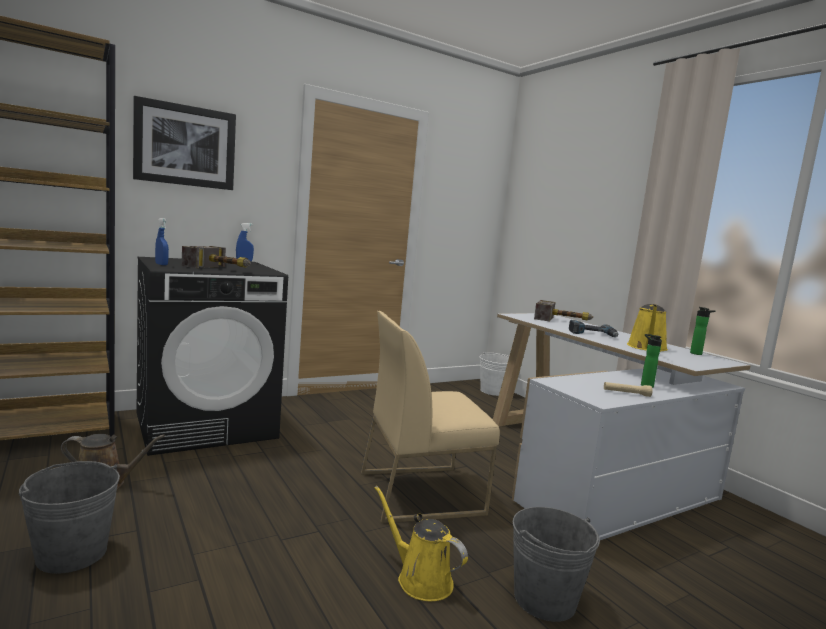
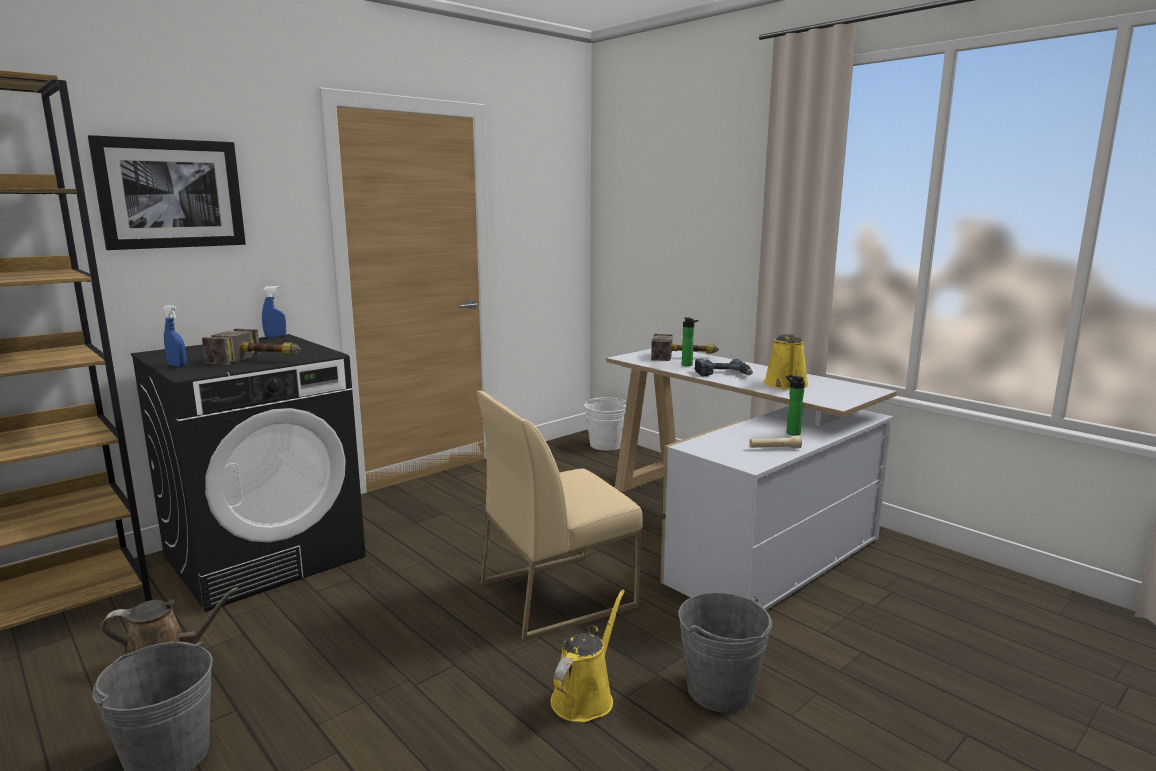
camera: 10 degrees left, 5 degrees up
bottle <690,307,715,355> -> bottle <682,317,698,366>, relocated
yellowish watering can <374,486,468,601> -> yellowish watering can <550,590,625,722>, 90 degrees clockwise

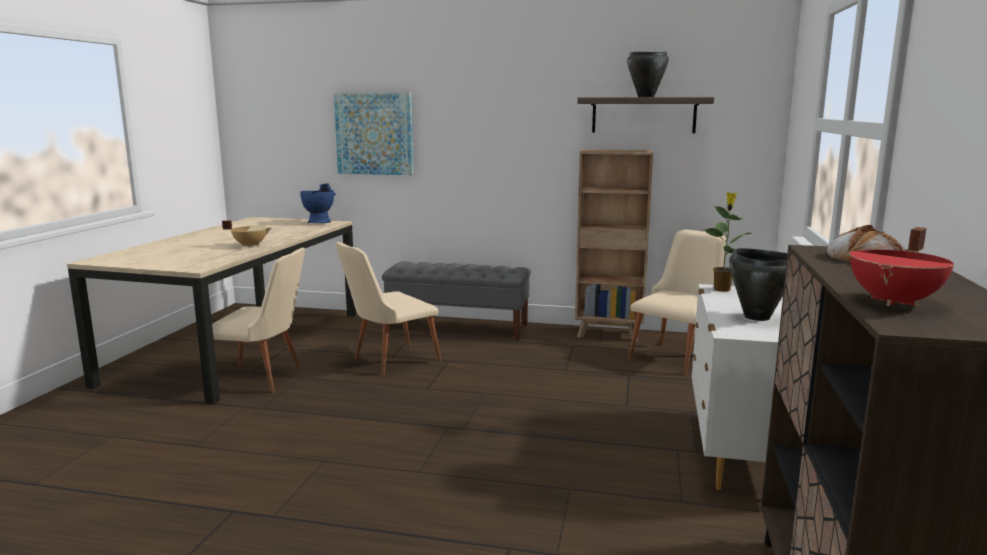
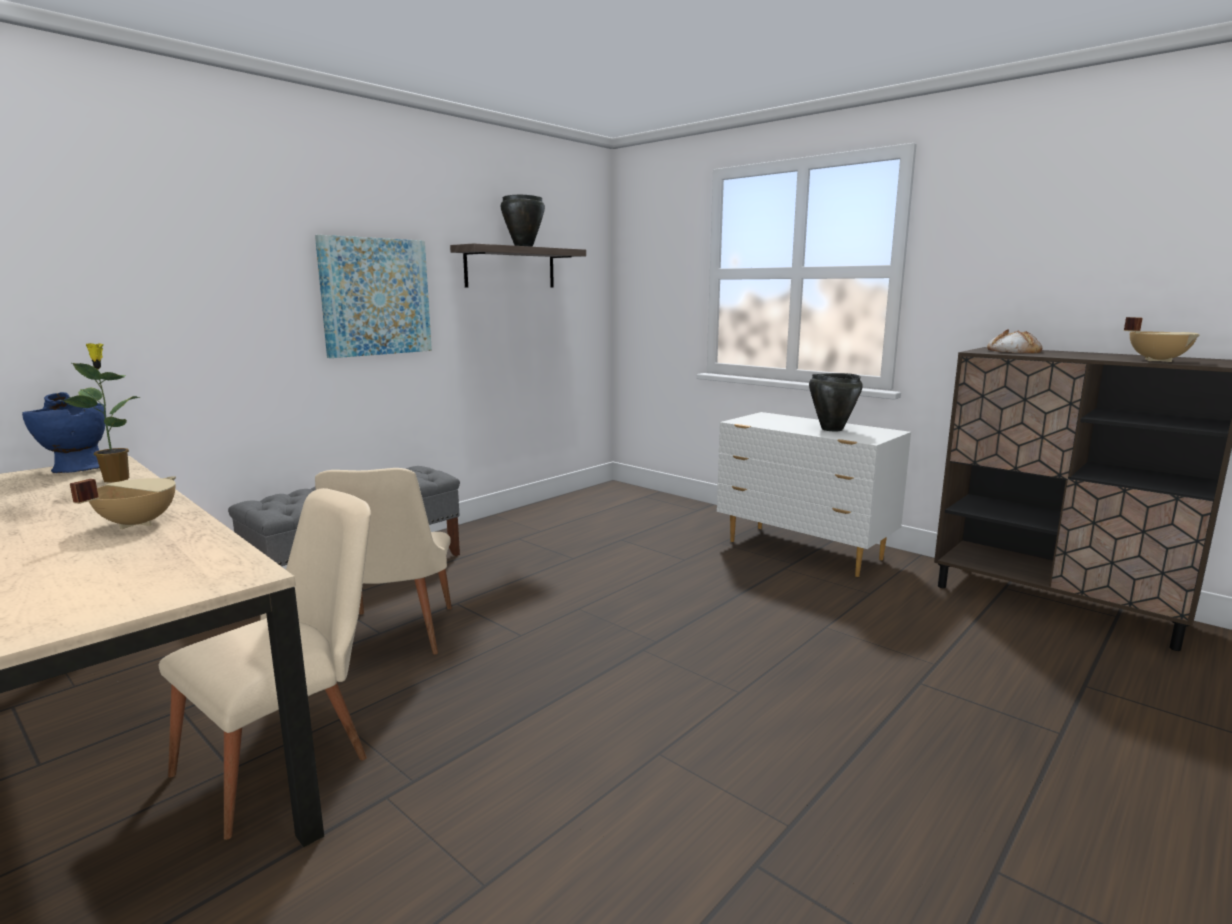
camera: 60 degrees left, 0 degrees up
brownish bookcase <575,149,653,342> -> none
sand-coloured upright chair <628,230,726,375> -> none
picture <334,93,413,175> -> picture <315,235,432,358>, relocated
houseplant <701,192,753,292> -> houseplant <62,343,140,482>, relocated
red-coloured stockpot <850,227,954,306> -> sand-coloured stockpot <1124,317,1200,362>

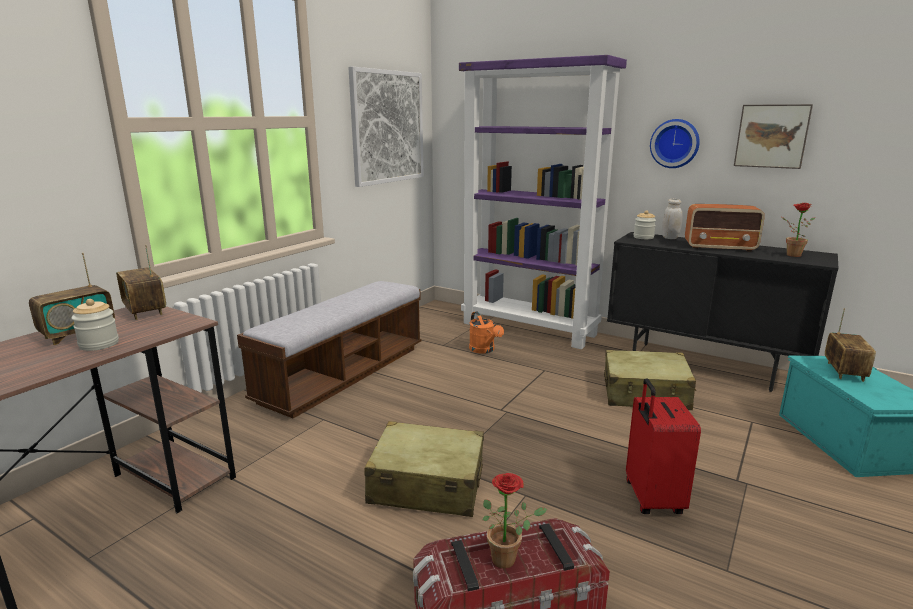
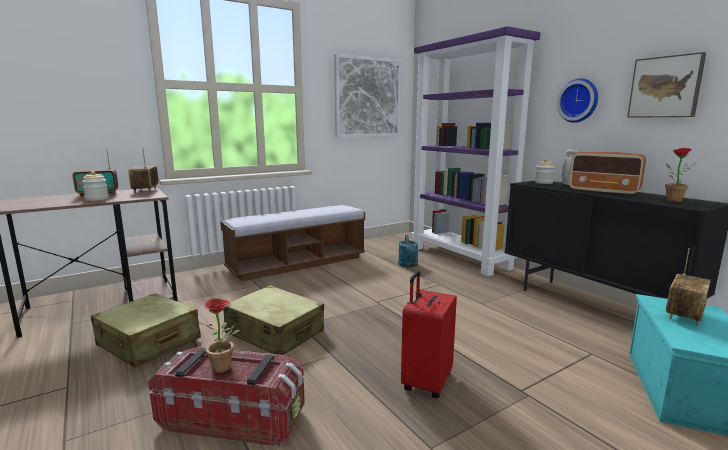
camera: 25 degrees right, 5 degrees down
sand-coloured piece of luggage <604,350,696,410> -> sand-coloured piece of luggage <91,293,201,368>, relocated
orange watering can <469,311,504,354> -> turquoise watering can <398,235,418,267>

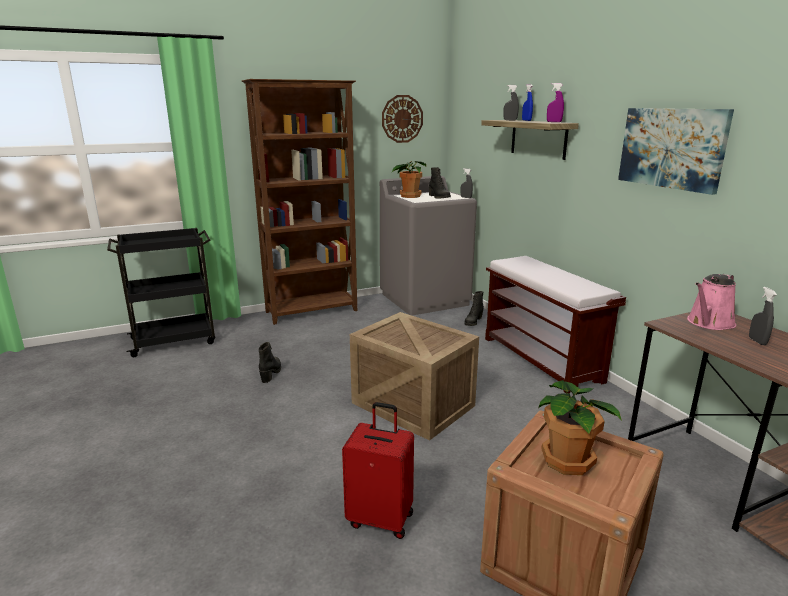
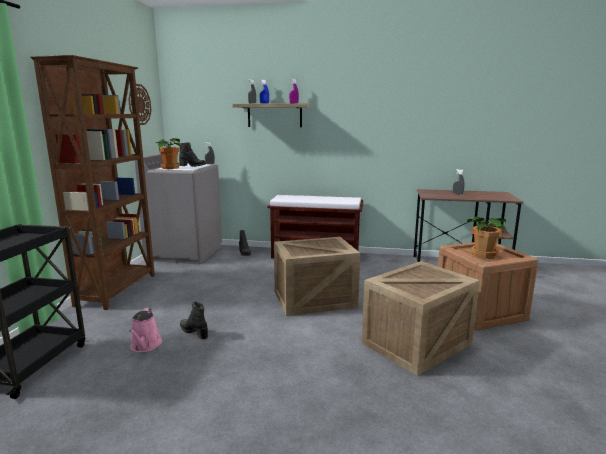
camera: 55 degrees left, 5 degrees down
picture <618,108,734,195> -> none
pink watering can <687,274,736,330> -> pink watering can <129,307,162,352>, relocated
red-coloured piece of luggage <342,402,414,539> -> shipping crate <362,261,480,376>

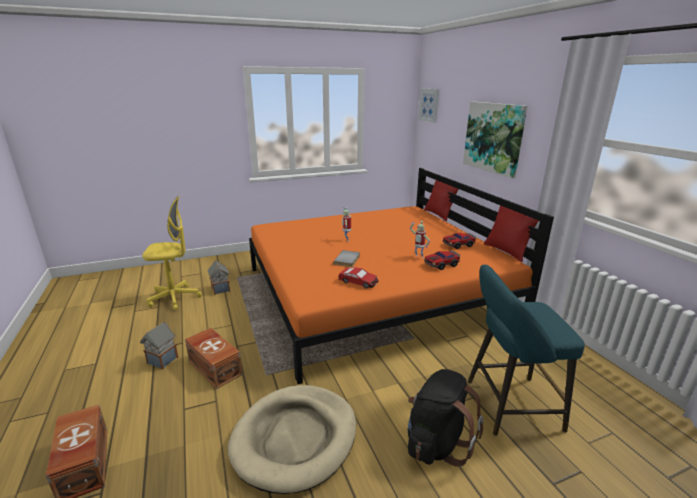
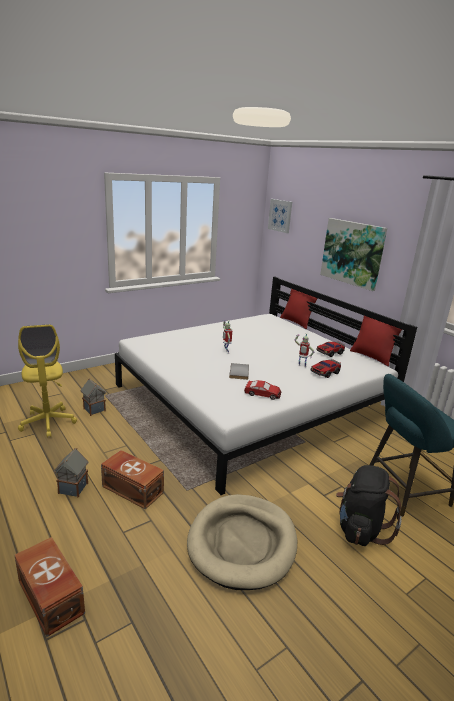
camera: 15 degrees left, 0 degrees up
orange bedroom bed <249,168,554,384> -> white-coloured bedroom bed <115,277,417,495>
yellowish desk chair <142,196,202,311> -> yellowish desk chair <18,324,77,438>, 90 degrees clockwise

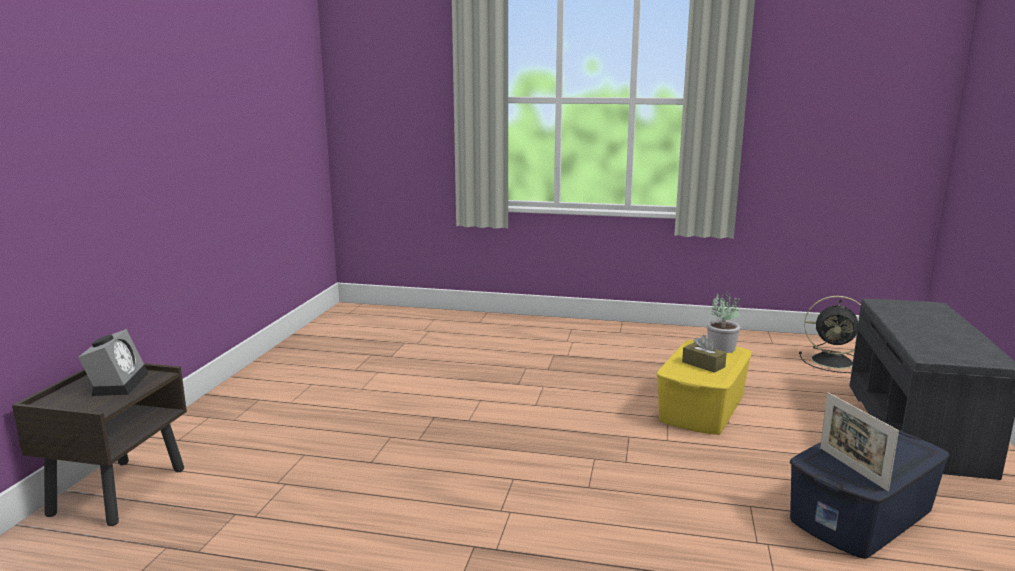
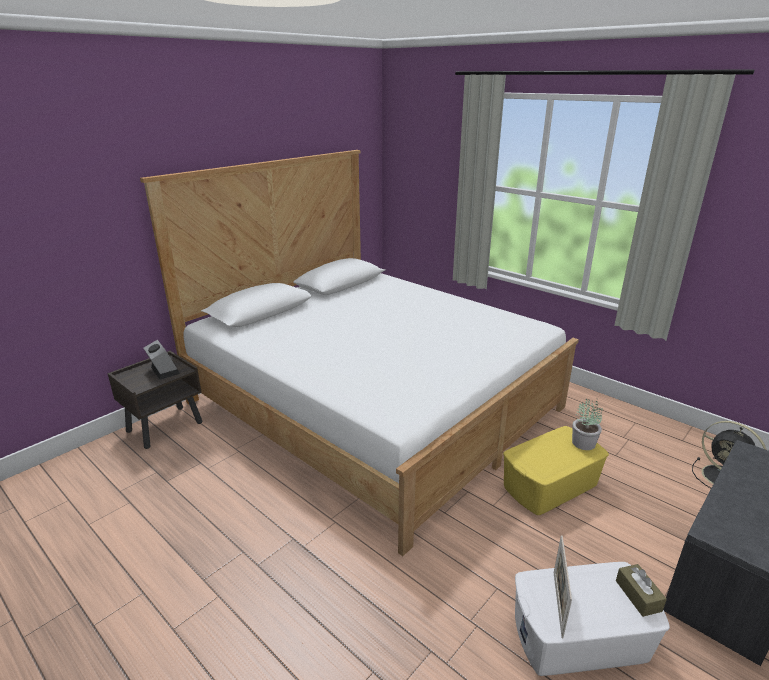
camera: 30 degrees right, 10 degrees up
none -> bedroom bed <140,150,579,556>
brownish box of tissues <682,335,727,373> -> brownish box of tissues <616,564,667,617>, relocated
blue storage box <790,431,950,559> -> white-coloured storage box <515,562,670,676>
table clock <78,329,148,396> -> table clock <144,340,180,380>, 60 degrees counterclockwise

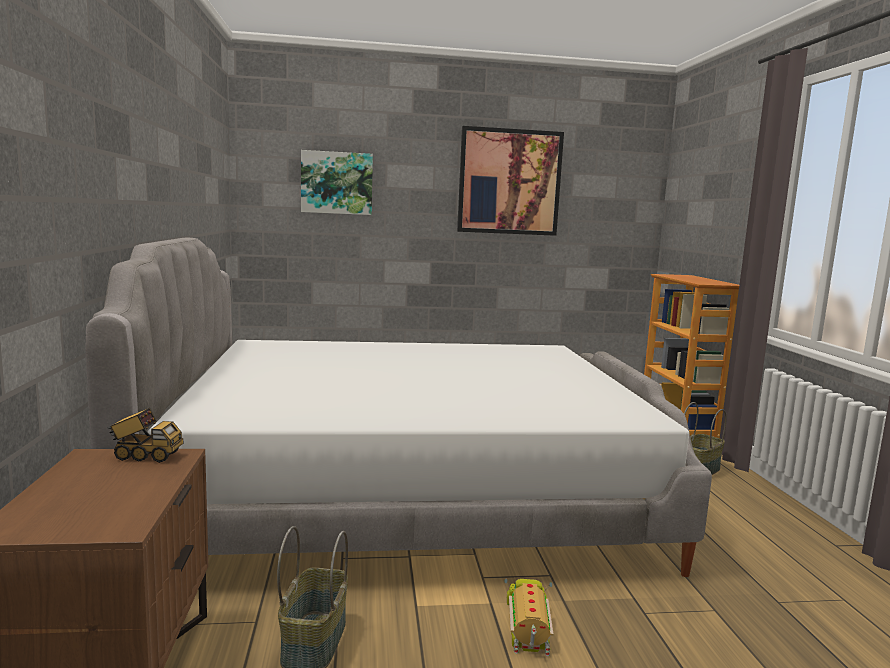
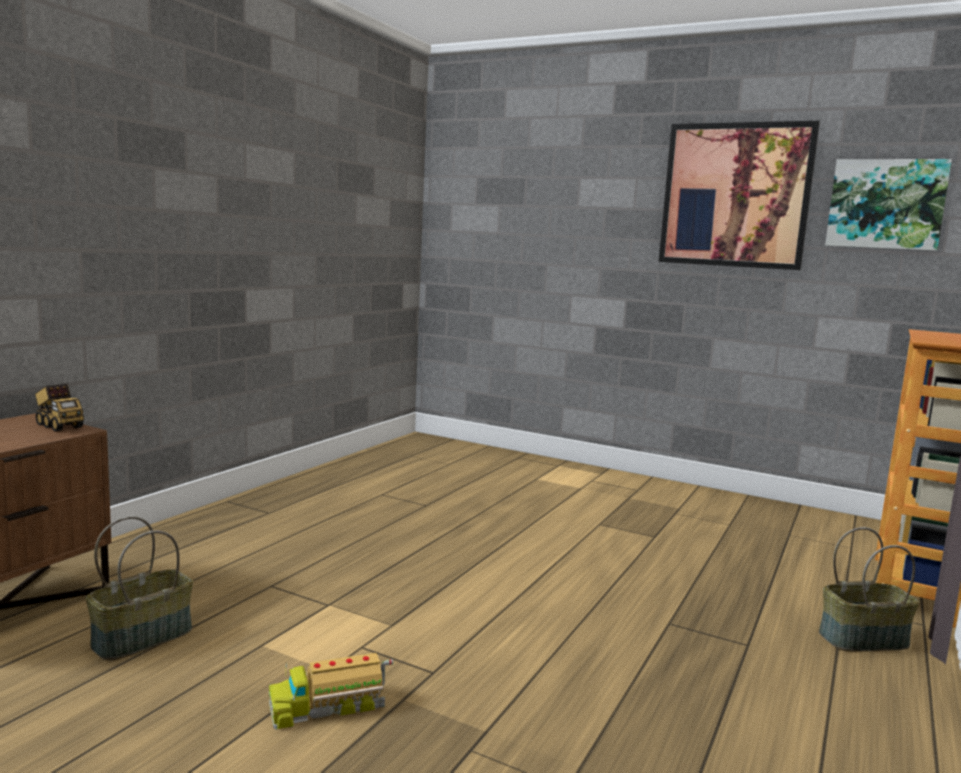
camera: 35 degrees right, 0 degrees up
bedroom bed <85,238,712,577> -> none
picture <301,150,373,215> -> picture <825,159,952,251>, relocated
toy lorry <505,579,554,656> -> toy lorry <269,653,393,730>, 150 degrees counterclockwise

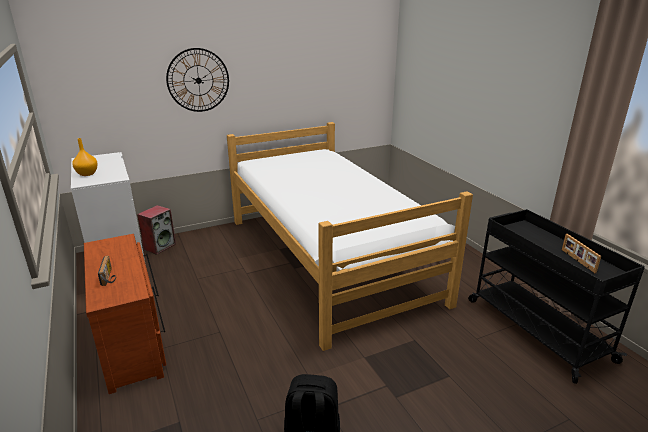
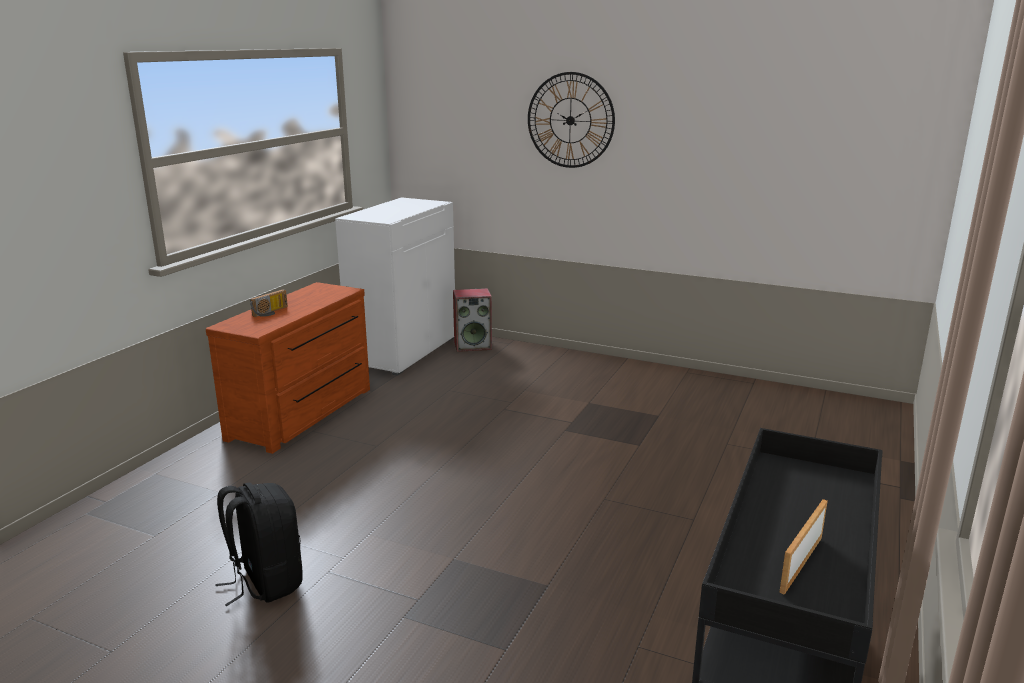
camera: 50 degrees right, 5 degrees down
orange vase <72,138,98,176> -> none
bedroom bed <227,122,473,351> -> none

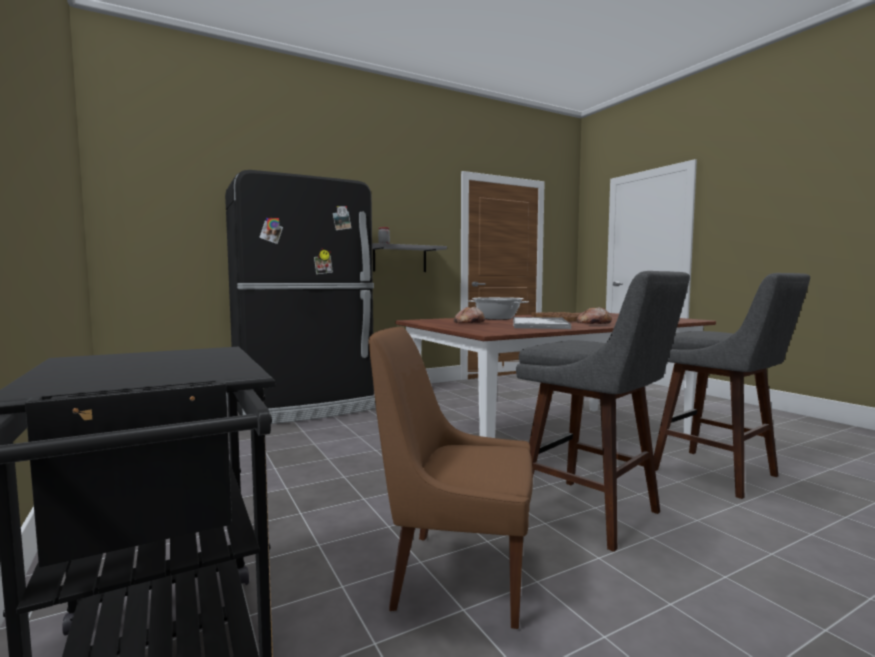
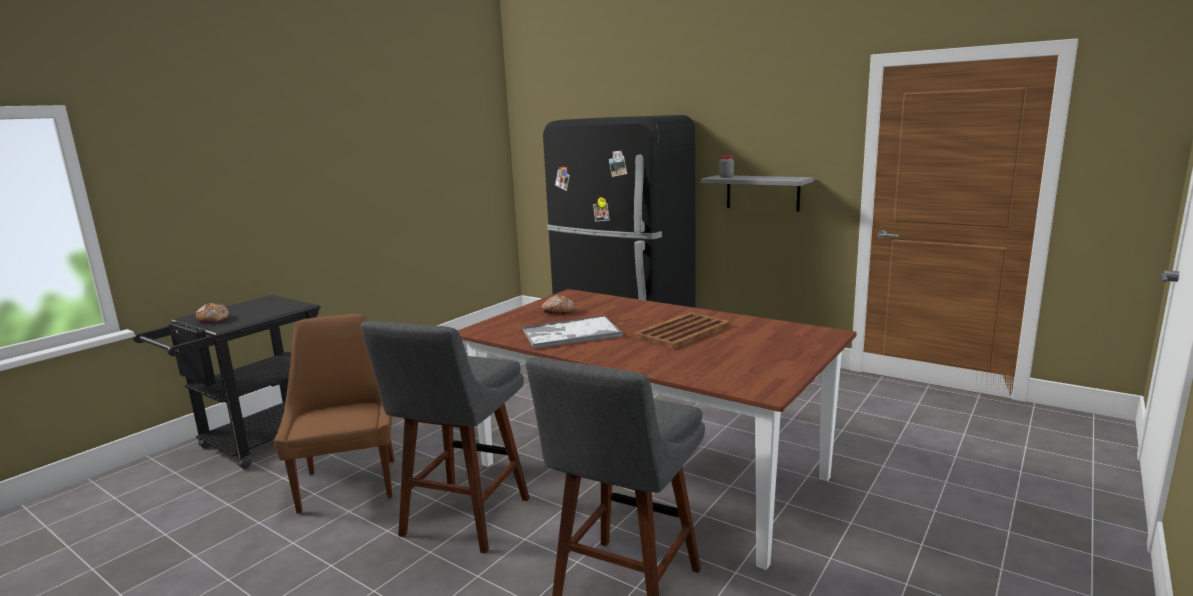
camera: 65 degrees right, 10 degrees up
stockpot <468,297,529,320> -> none
baked bread <577,307,612,324> -> baked bread <196,303,230,322>, relocated

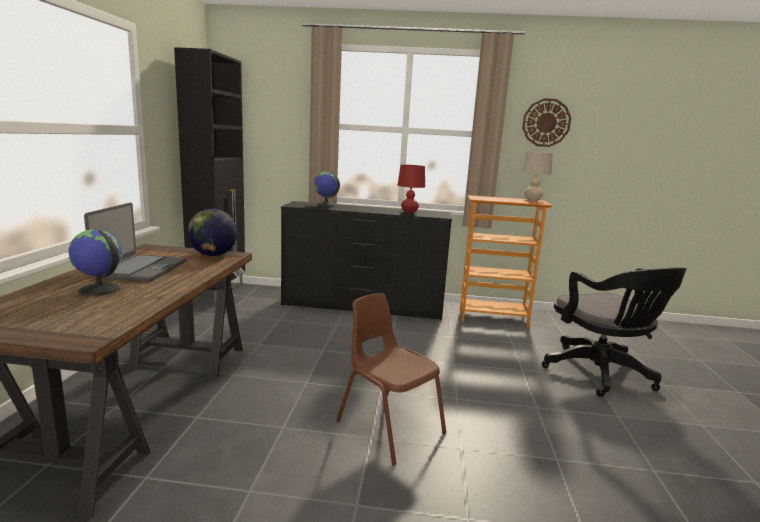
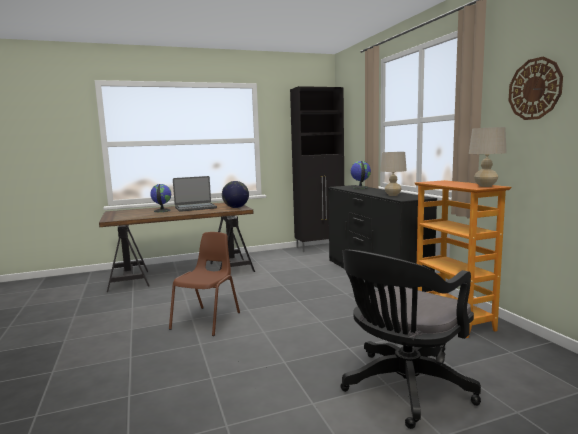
camera: 65 degrees right, 5 degrees down
red-coloured table lamp <397,165,425,214> -> sand-coloured table lamp <380,152,407,196>

